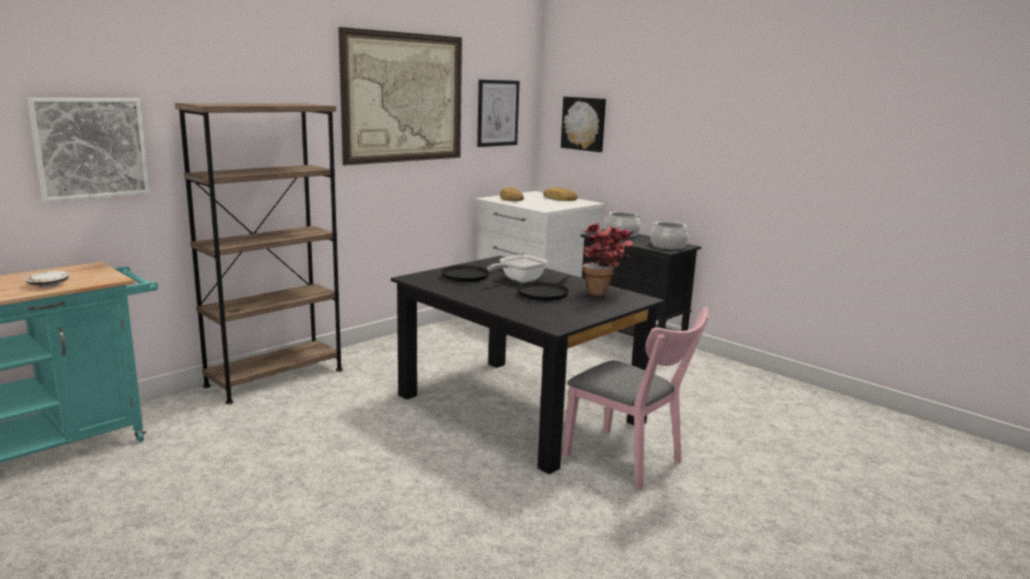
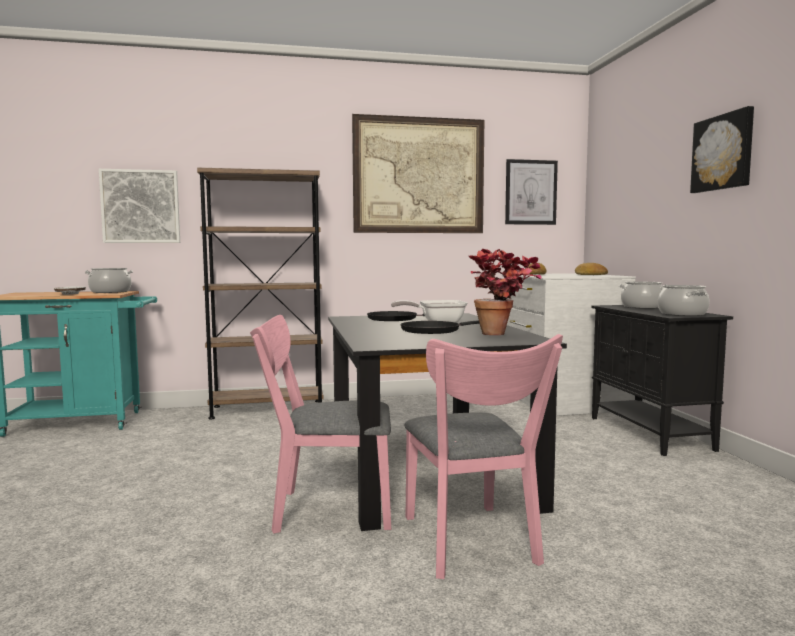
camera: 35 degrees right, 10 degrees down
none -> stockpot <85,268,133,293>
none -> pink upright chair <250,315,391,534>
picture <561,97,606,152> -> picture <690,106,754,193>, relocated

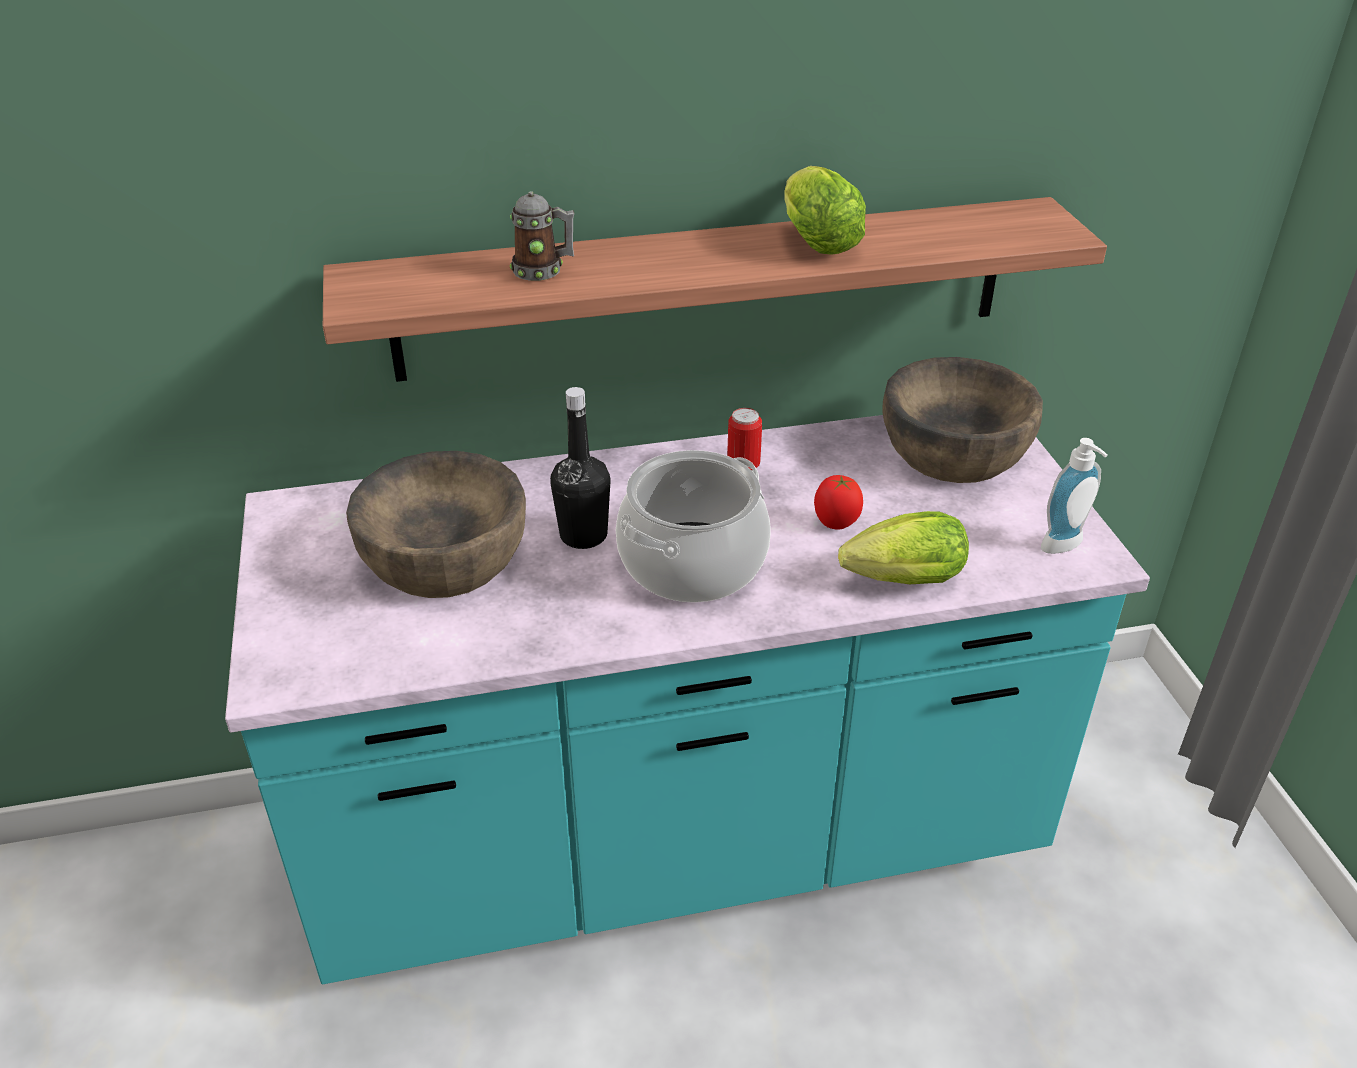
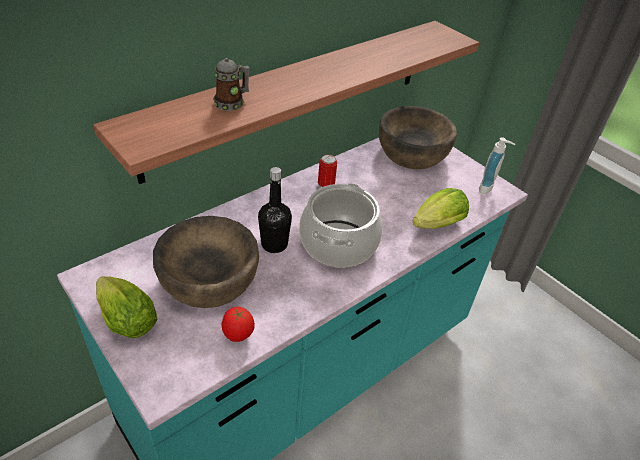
camera: 30 degrees left, 5 degrees up
lettuce <785,166,866,255> -> lettuce <96,276,157,338>, relocated
fresh tomato <814,475,863,530> -> fresh tomato <221,307,255,342>, relocated

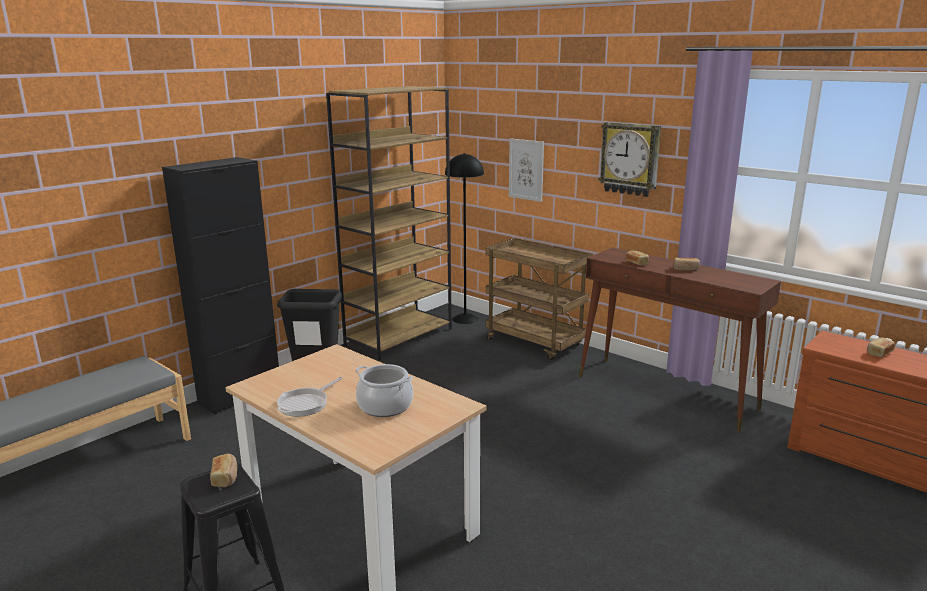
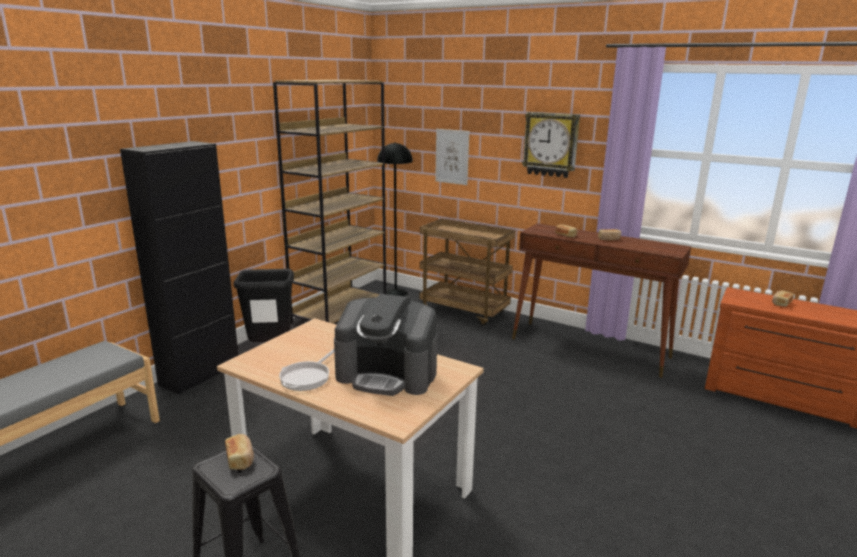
camera: 10 degrees left, 0 degrees up
stockpot <355,364,413,417> -> coffee brewer <334,294,437,396>

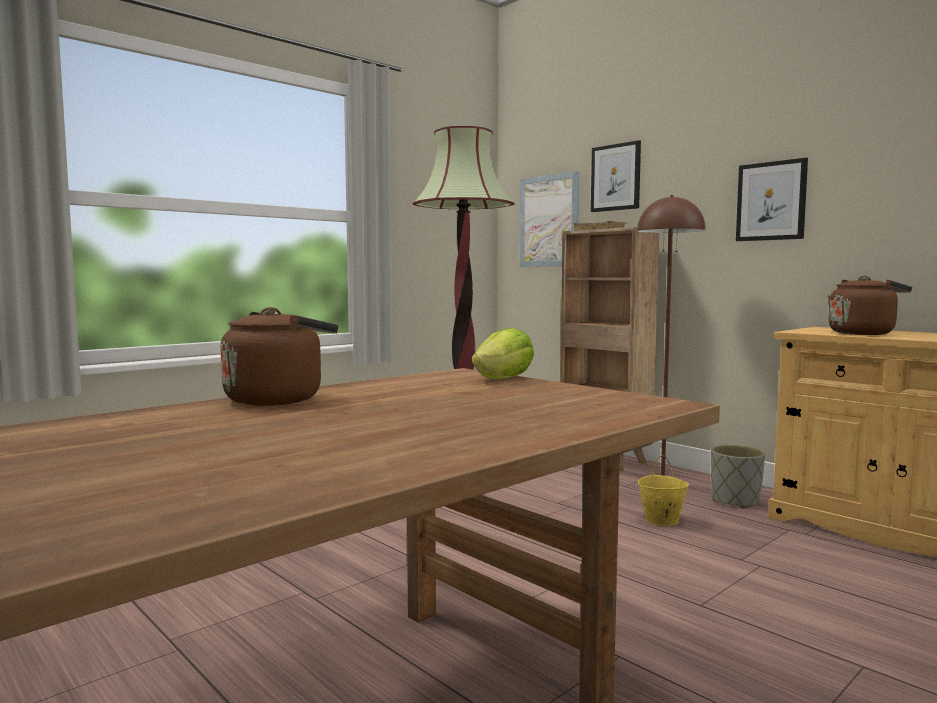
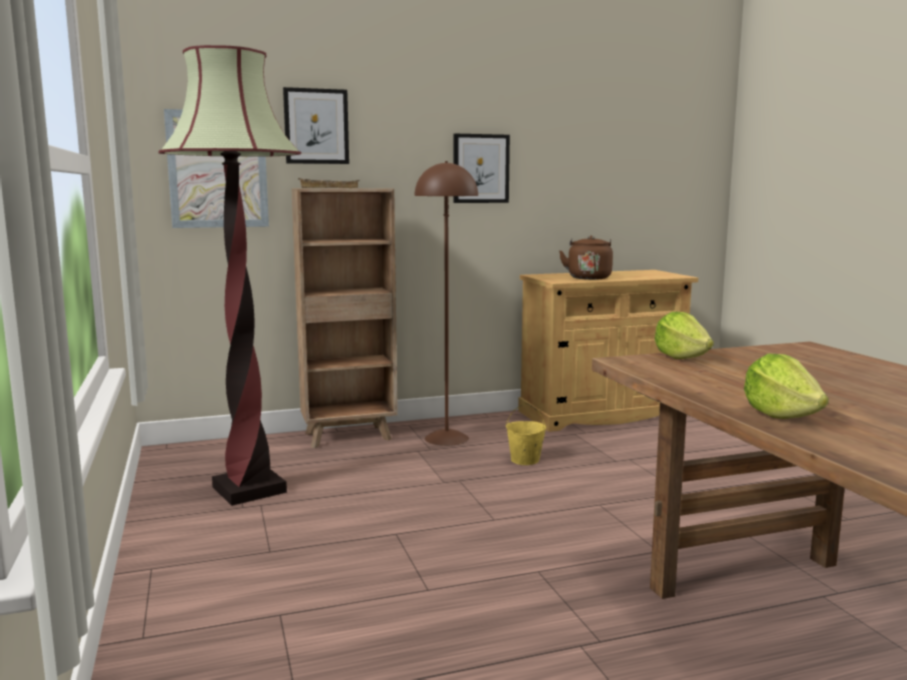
camera: 65 degrees left, 5 degrees up
grey plant pot <711,445,765,509> -> none
brownish water kettle <220,307,338,406> -> lettuce <744,354,829,419>

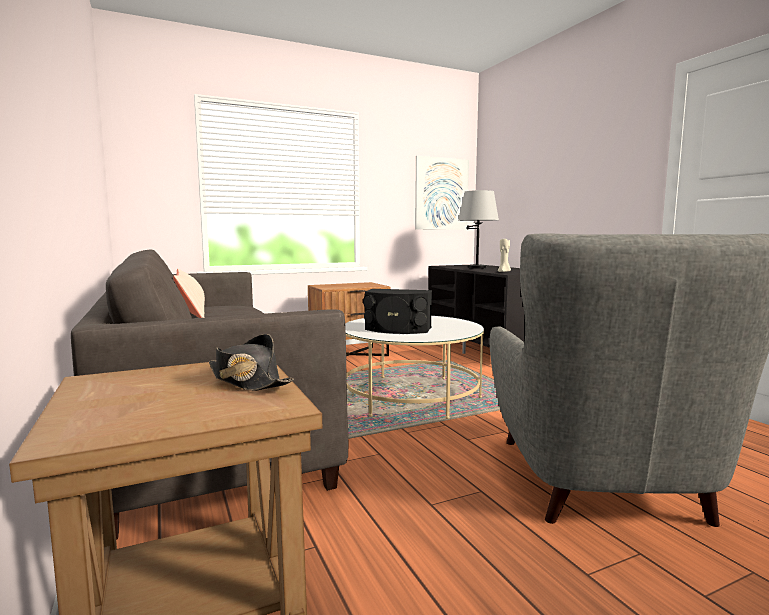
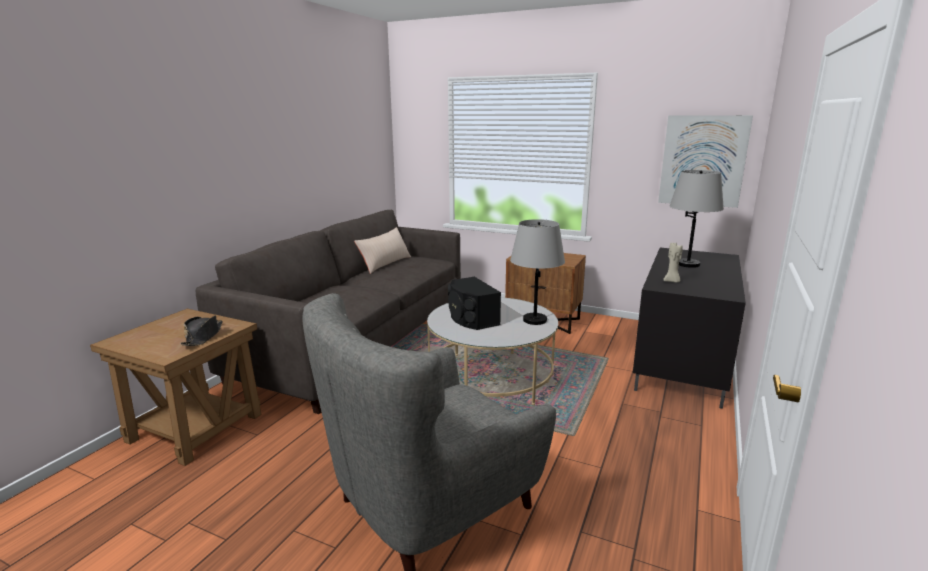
camera: 50 degrees right, 10 degrees up
none -> grey table lamp <510,219,565,325>

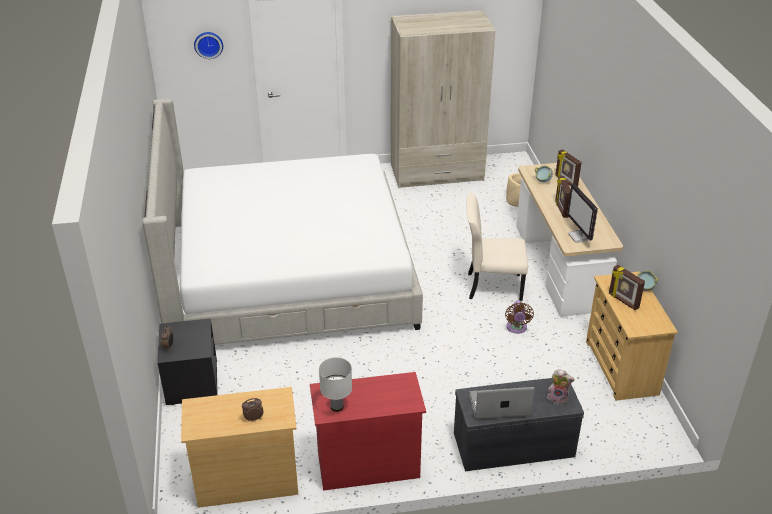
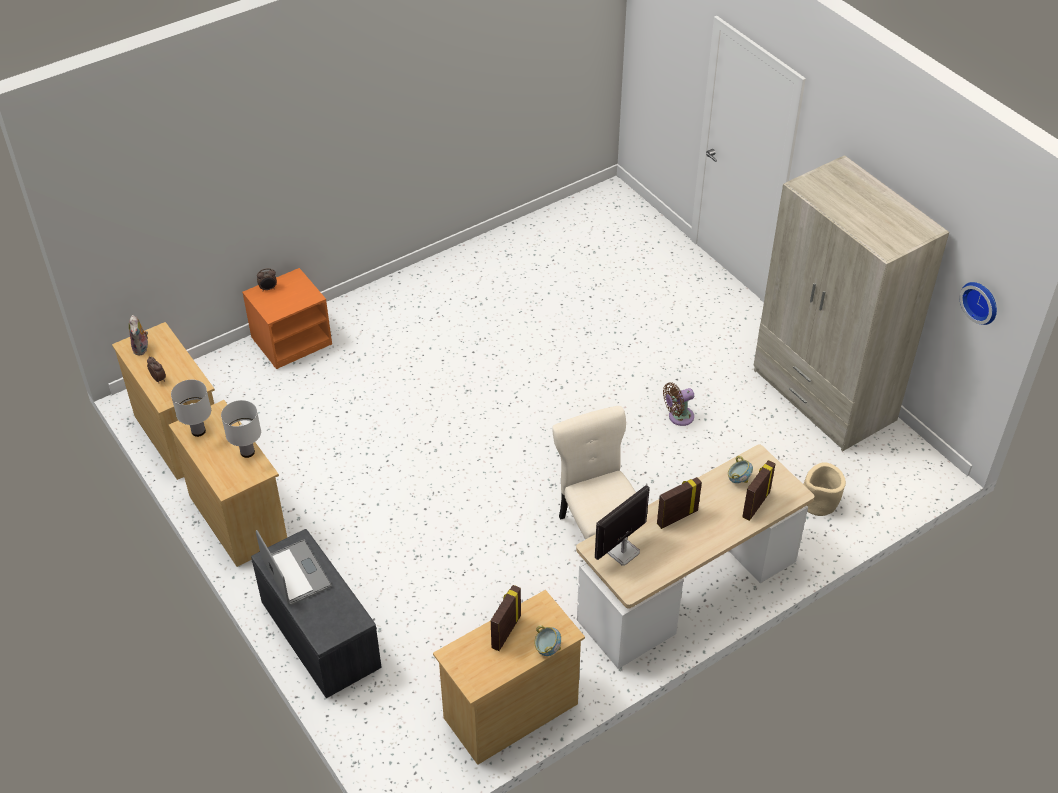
camera: 65 degrees right, 10 degrees up
bedroom bed <142,99,423,345> -> none
none -> white-coloured table lamp <221,400,261,458>
clock on the wall <194,32,223,59> -> clock on the wall <960,282,997,325>, relocated
brownish electric fan <505,301,534,334> -> brownish electric fan <663,382,694,426>, relocated
plush toy <547,369,575,405> -> plush toy <129,315,148,355>, relocated
blackish night table <157,318,218,405> -> orange night table <242,268,332,369>
red-coloured dresser <310,372,426,491> -> sand-coloured dresser <169,400,287,567>

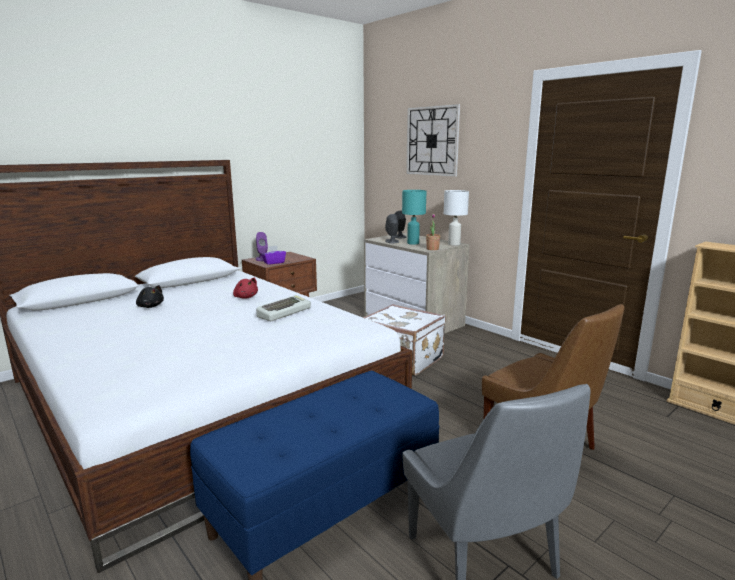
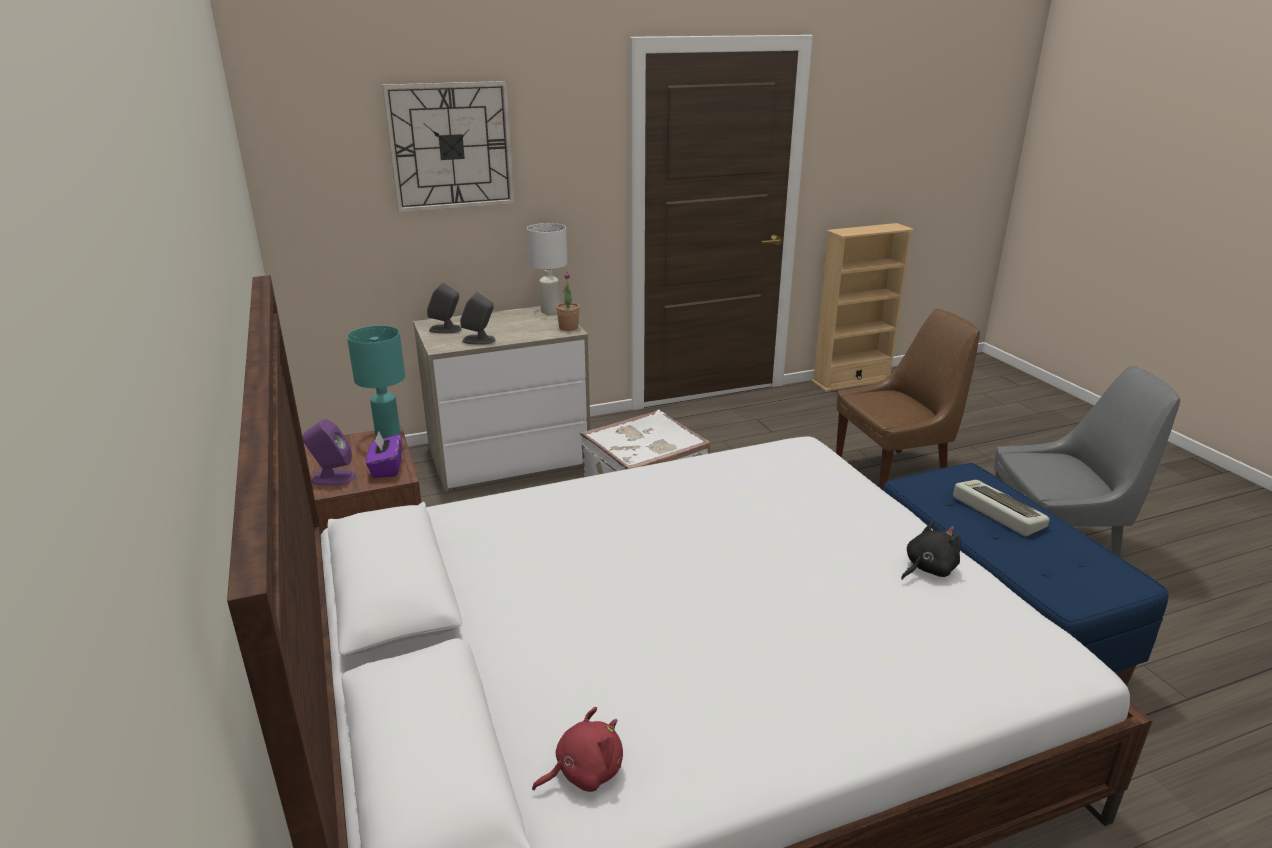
camera: 70 degrees left, 10 degrees up
blackish plush toy <136,285,164,308> -> blackish plush toy <901,520,961,580>, relocated
red-coloured plush toy <233,278,258,299> -> red-coloured plush toy <532,707,623,792>, relocated
keyboard <256,295,311,321> -> keyboard <953,480,1049,536>, relocated
turquoise table lamp <402,190,426,245> -> turquoise table lamp <347,326,405,439>, relocated

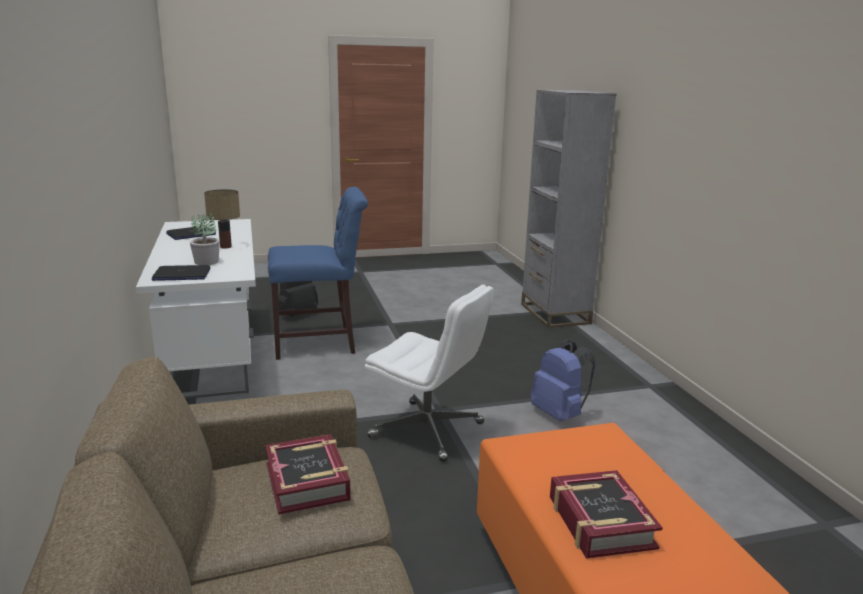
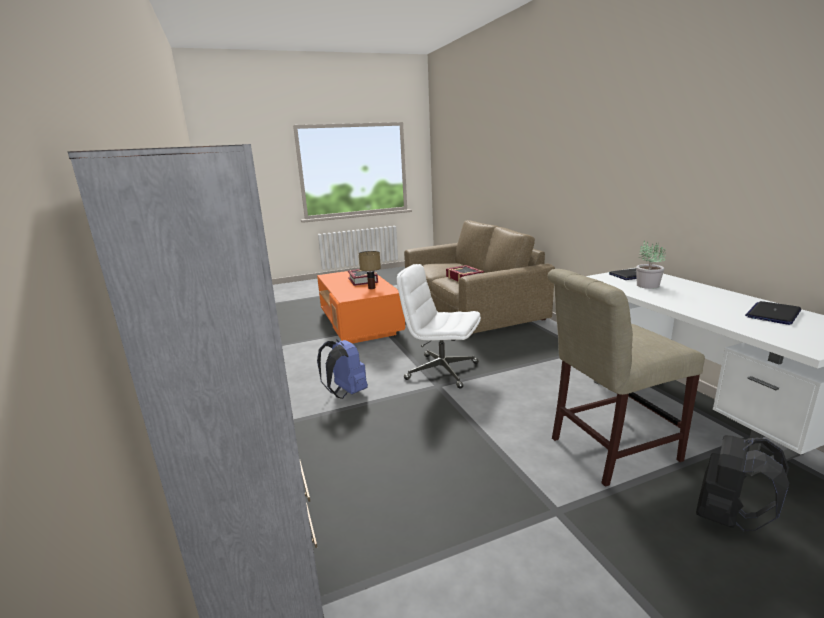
camera: 175 degrees right, 0 degrees up
table lamp <204,189,240,249> -> table lamp <359,251,381,289>, relocated
blue upright chair <268,187,368,360> -> sand-coloured upright chair <548,269,705,487>

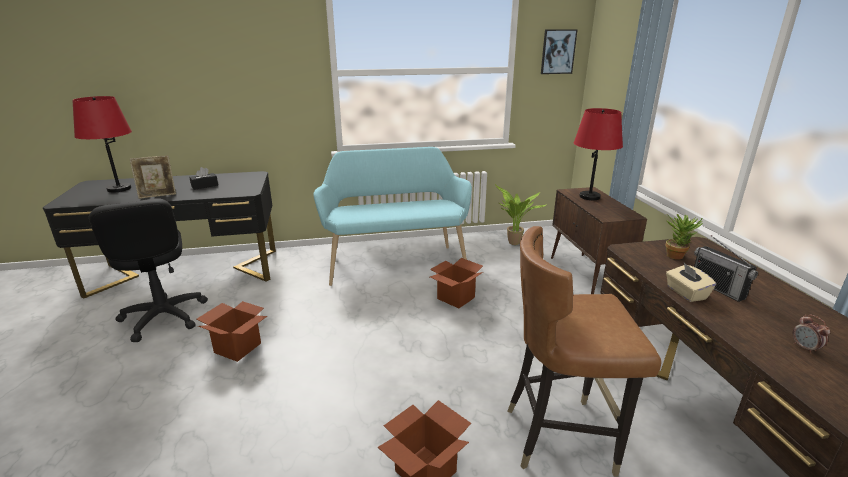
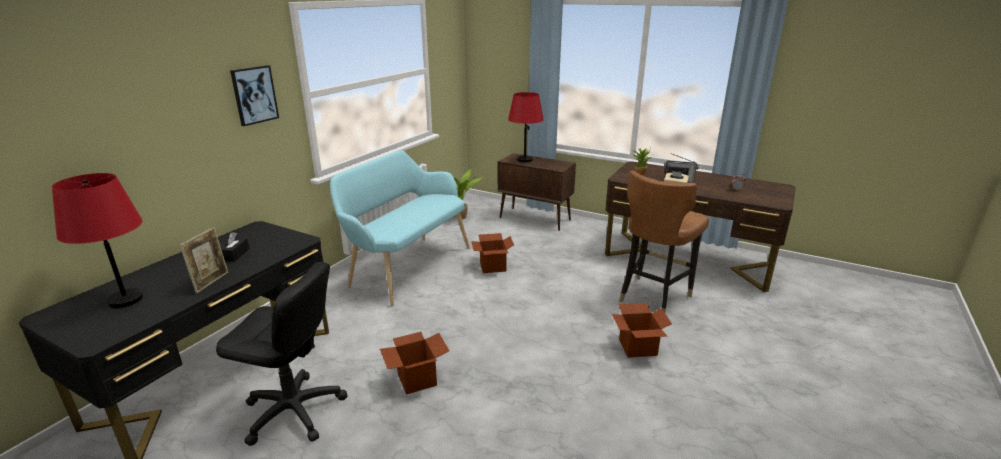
camera: 50 degrees left, 0 degrees up
picture <541,29,577,74> -> picture <230,65,279,126>, relocated

